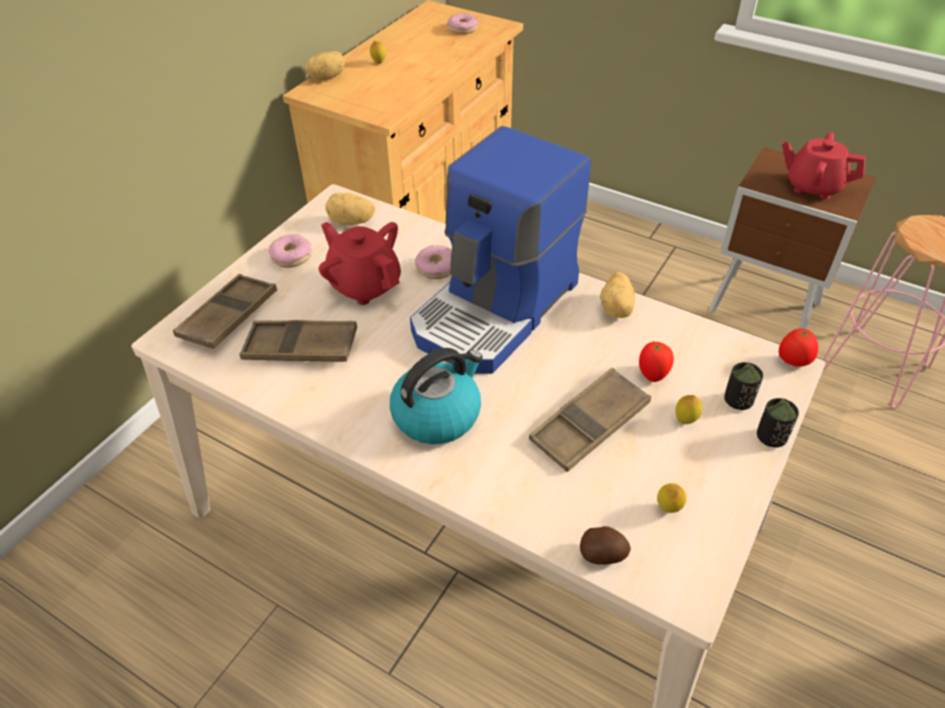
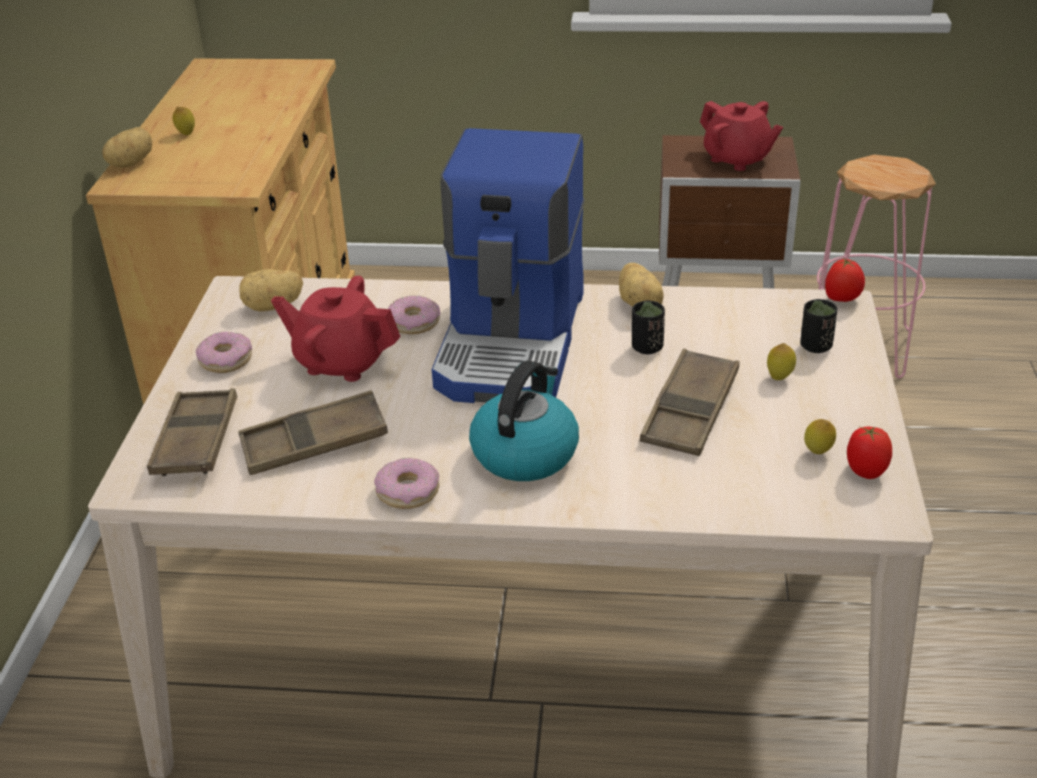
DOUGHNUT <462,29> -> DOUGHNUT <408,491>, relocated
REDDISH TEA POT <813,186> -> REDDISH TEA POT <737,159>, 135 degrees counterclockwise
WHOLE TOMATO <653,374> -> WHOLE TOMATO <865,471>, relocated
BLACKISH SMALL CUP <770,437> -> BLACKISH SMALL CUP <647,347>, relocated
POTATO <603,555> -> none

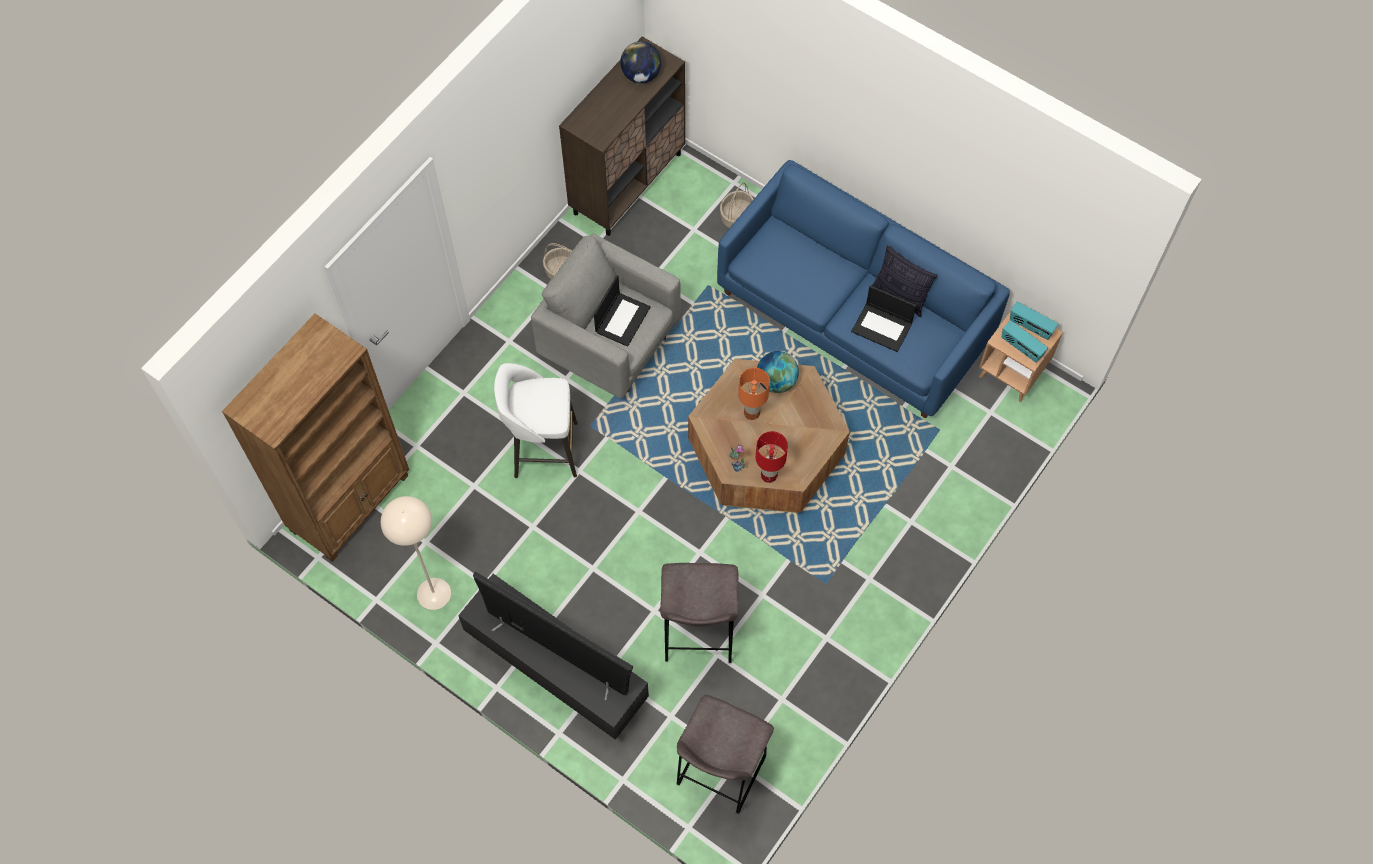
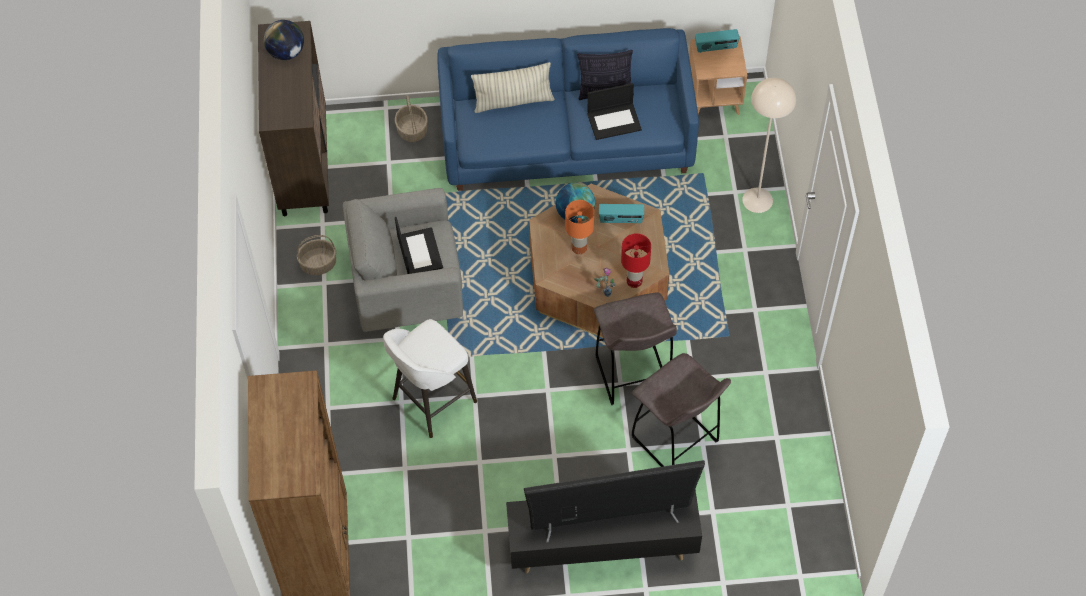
RADIO RECEIVER <1021,348> -> RADIO RECEIVER <621,220>, relocated
SAND-COLOURED STANDING LAMP <433,593> -> SAND-COLOURED STANDING LAMP <757,200>, relocated
GREYISH STOOL SEAT <719,773> -> GREYISH STOOL SEAT <633,376>, relocated
none -> PILLOW <513,101>

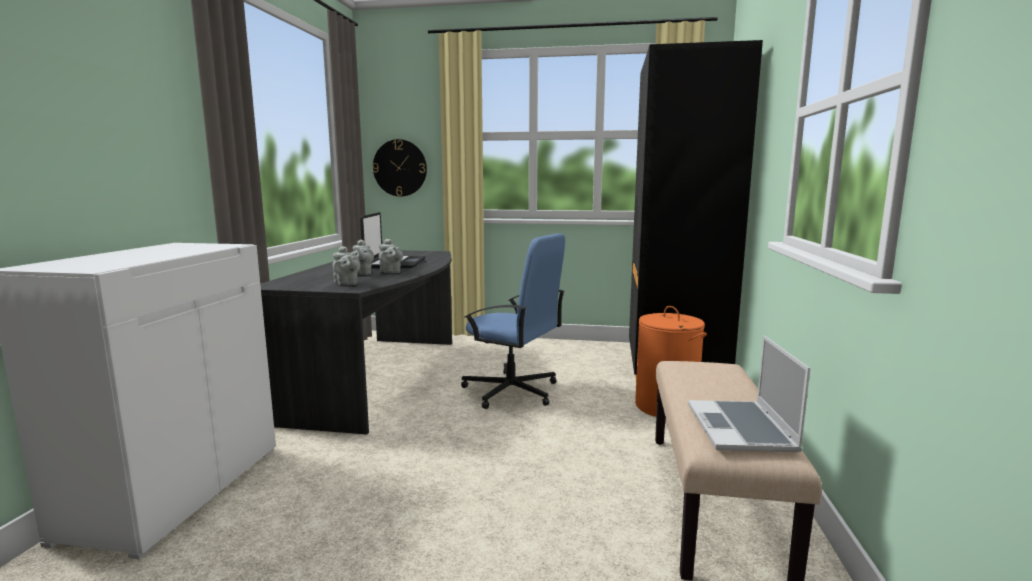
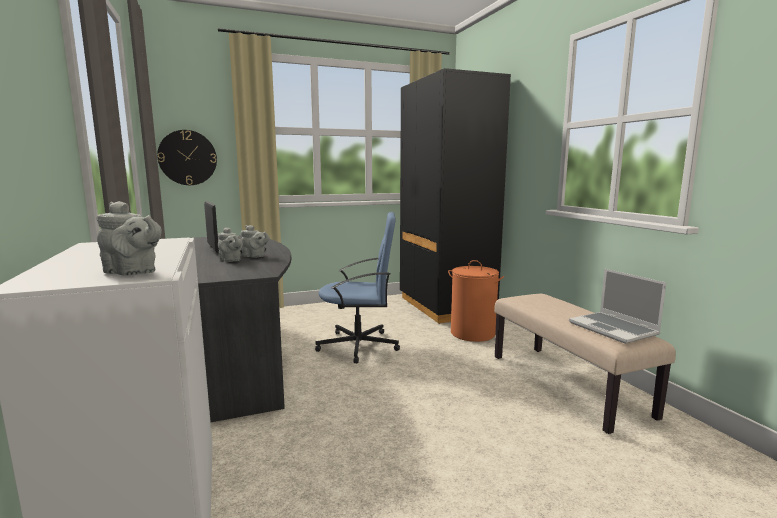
GREYISH TEA POT <346,284> -> GREYISH TEA POT <133,272>, relocated

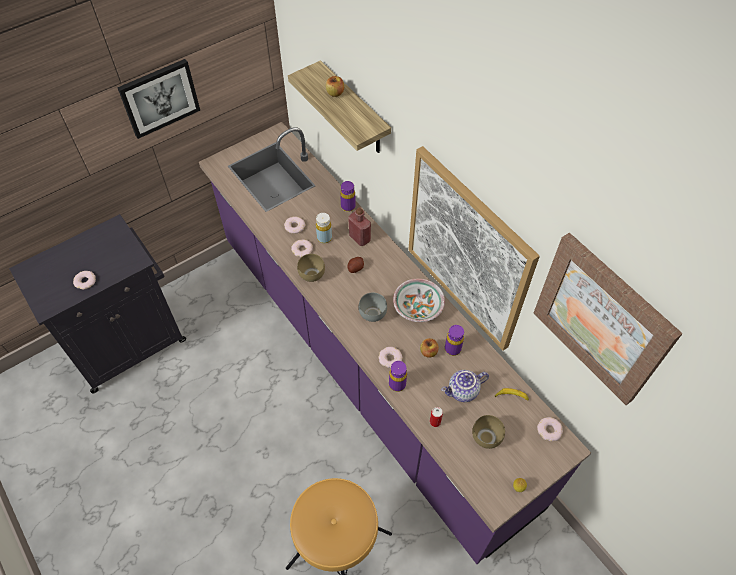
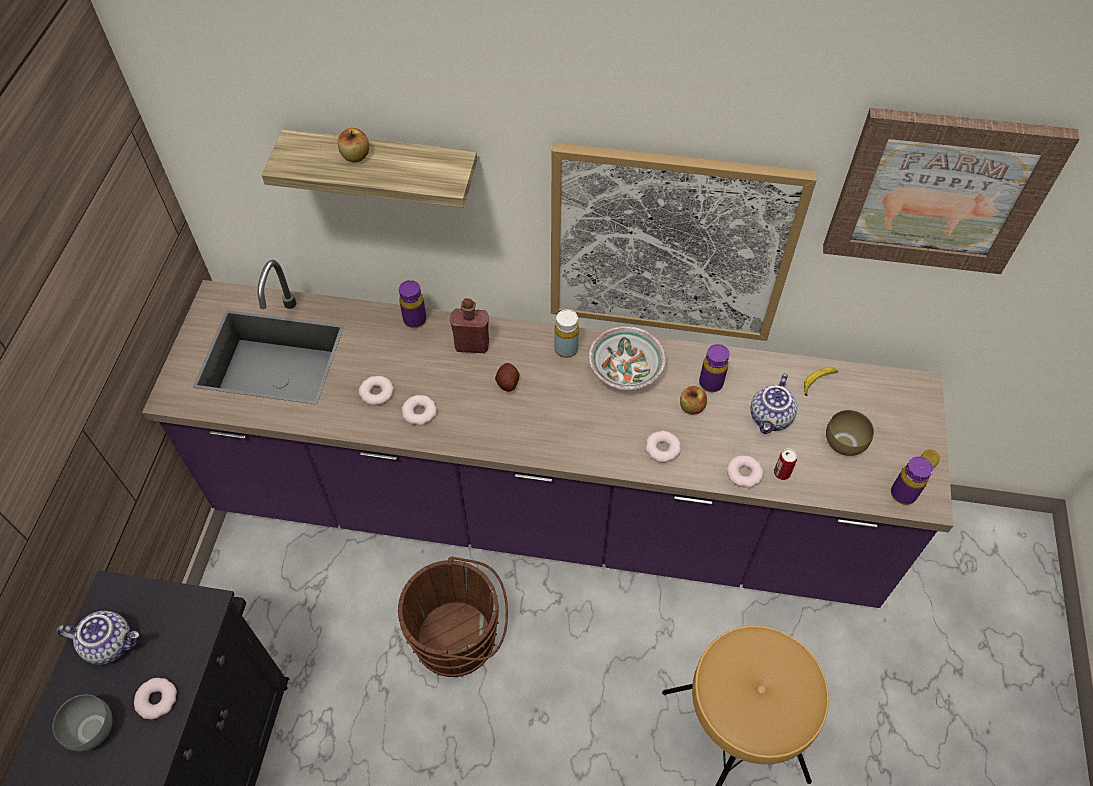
WALL ART <159,98> -> none
YELLOWISH DRINK BOTTLE <324,238> -> YELLOWISH DRINK BOTTLE <566,349>, relocated
BROWNISH SERVING BOWL <313,275> -> none
GREYISH SERVING BOWL <372,313> -> GREYISH SERVING BOWL <91,728>, relocated
PURPLE DRINK BOTTLE <397,384> -> PURPLE DRINK BOTTLE <903,494>, relocated
DOUGHNUT <549,430> -> DOUGHNUT <744,473>, relocated
none -> BROWNISH BUCKET <460,638>
none -> TEA POT <111,643>

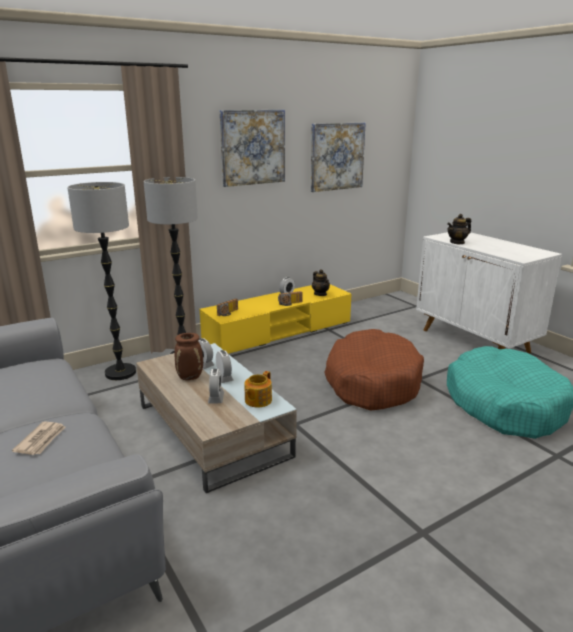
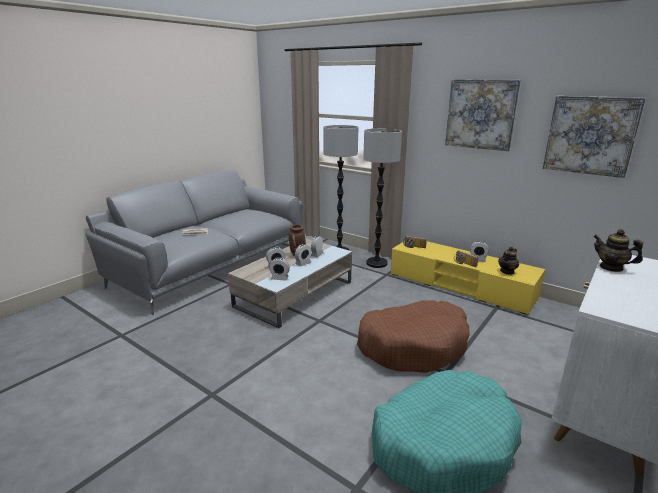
TEA POT <257,400> -> ALARM CLOCK <279,278>

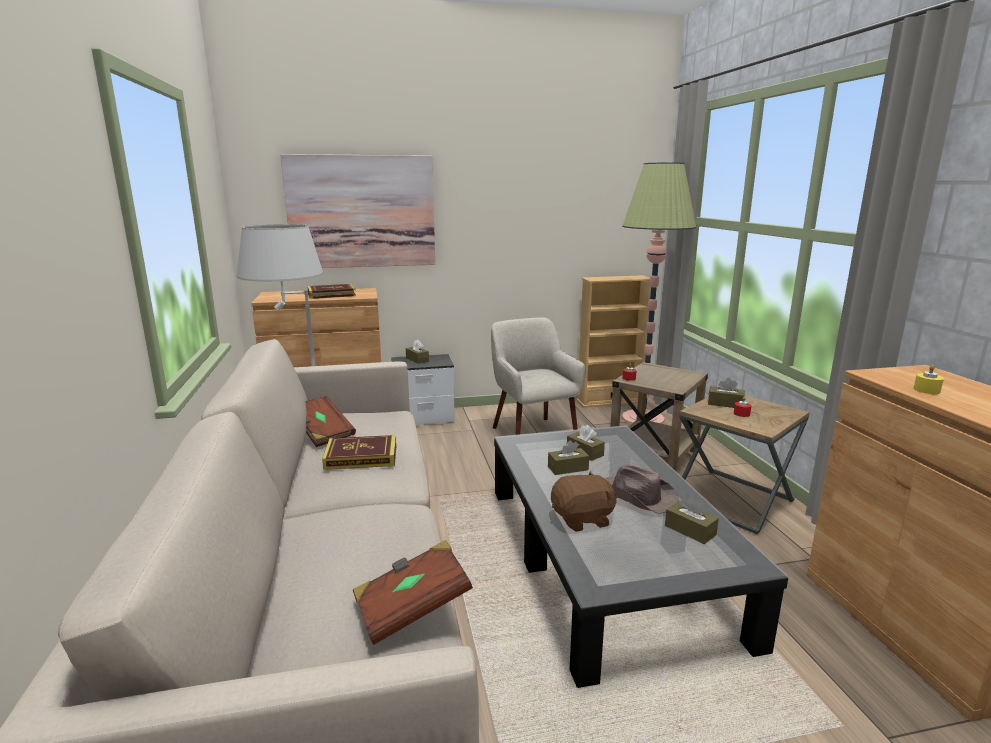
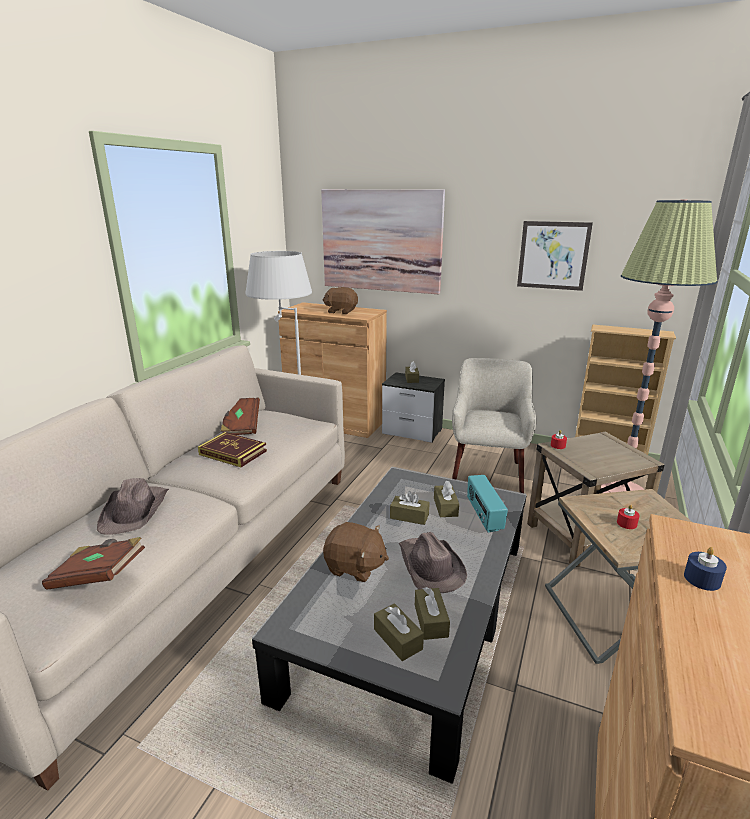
BOOK <331,294> -> BROWNISH PLUSH TOY <341,311>
YELLOWISH CANDLE <926,390> -> BLUISH CANDLE <702,579>
BROWNISH TISSUE HOLDER <725,404> -> BROWNISH TISSUE HOLDER <398,639>, relocated
none -> WALL ART <553,255>
none -> RADIO RECEIVER <483,516>
none -> BROWNISH CLOTHING HAT <136,510>

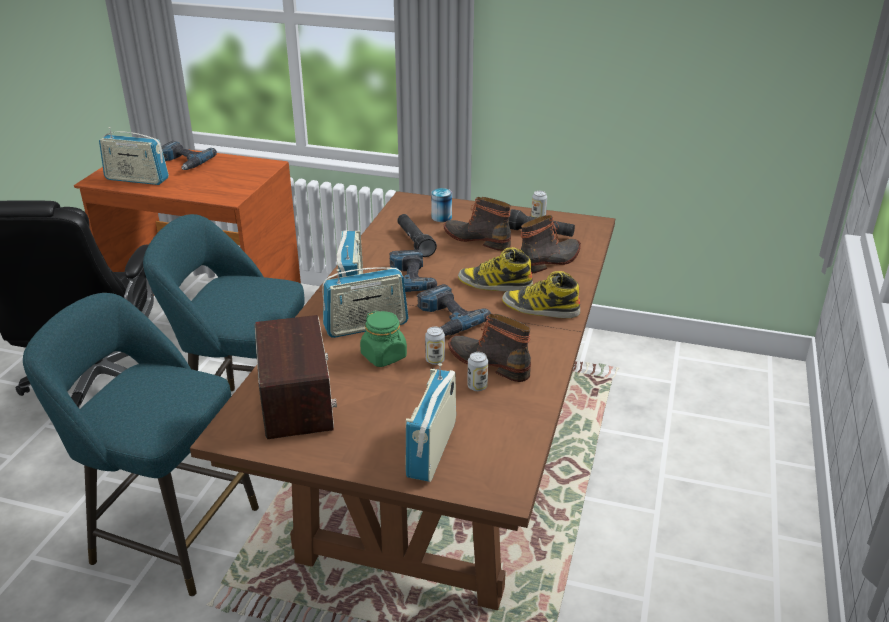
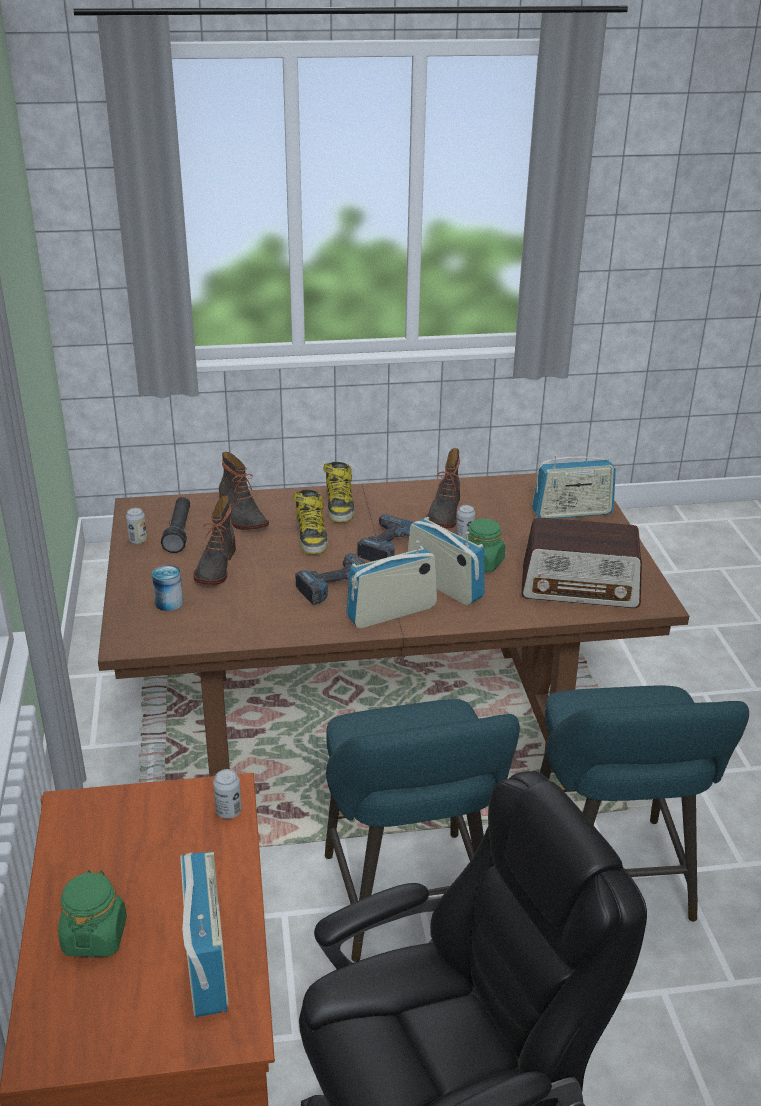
DRILL <183,162> -> GREEN JAR <95,936>
BLACKISH FLASHLIGHT <414,242> -> none
BOOT <550,261> -> BOOT <241,516>, 150 degrees counterclockwise
RADIO RECEIVER <296,398> -> RADIO RECEIVER <580,587>, 135 degrees counterclockwise
CAN <477,386> -> CAN <229,811>, relocated

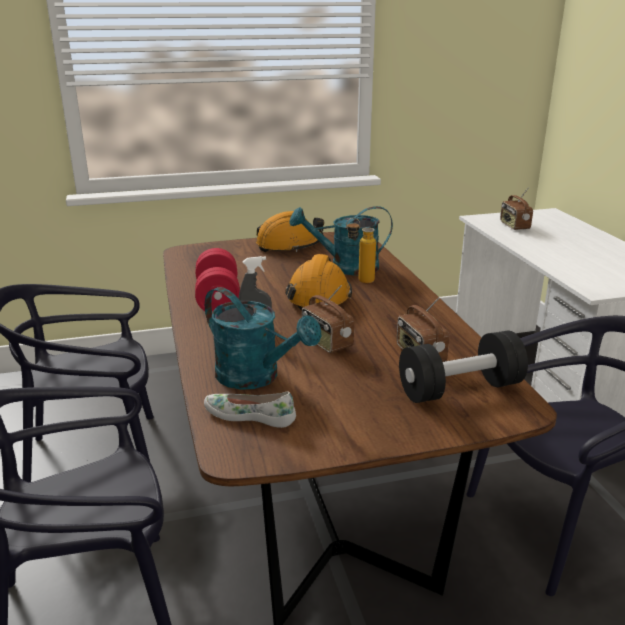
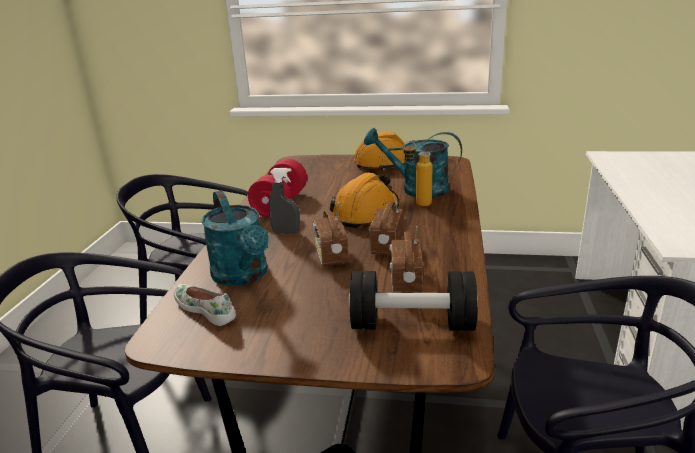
RADIO RECEIVER <514,226> -> RADIO RECEIVER <386,246>, relocated

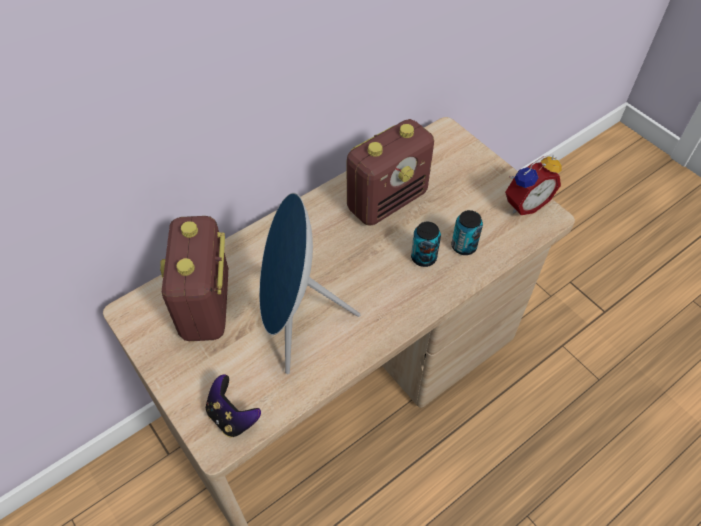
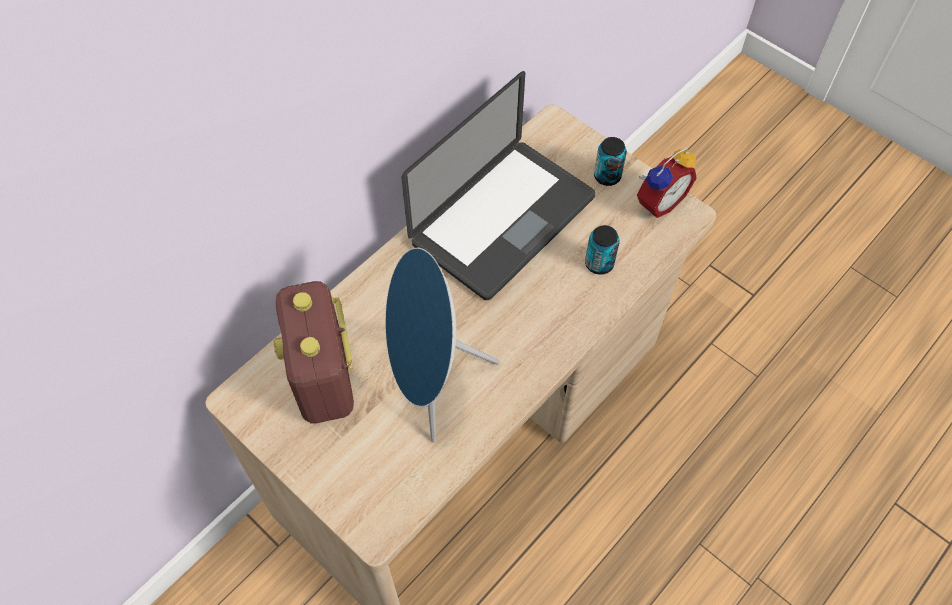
RADIO RECEIVER <387,200> -> PORTABLE COMPUTER <503,220>
CAN <423,257> -> CAN <607,176>, relocated
GAME CONTROLLER <232,416> -> none

